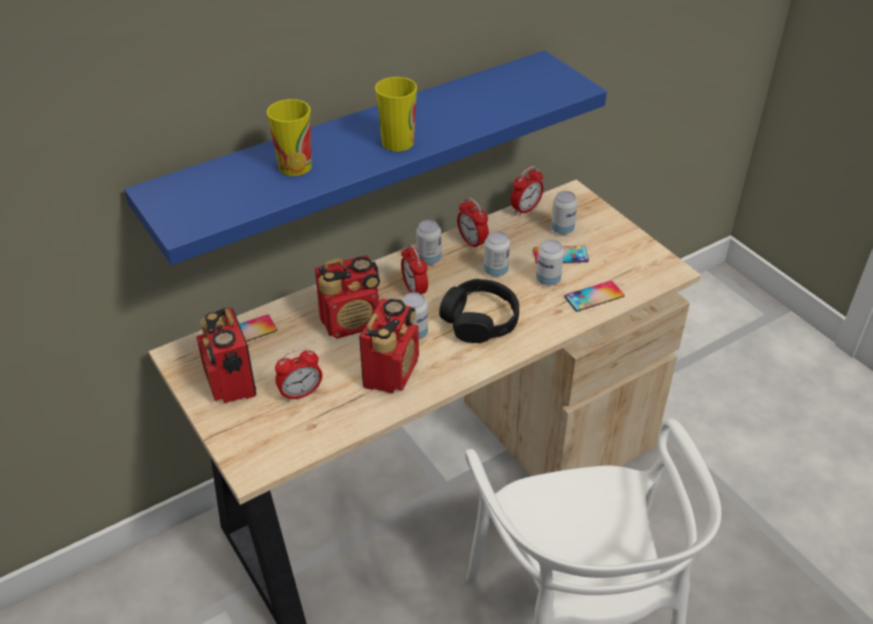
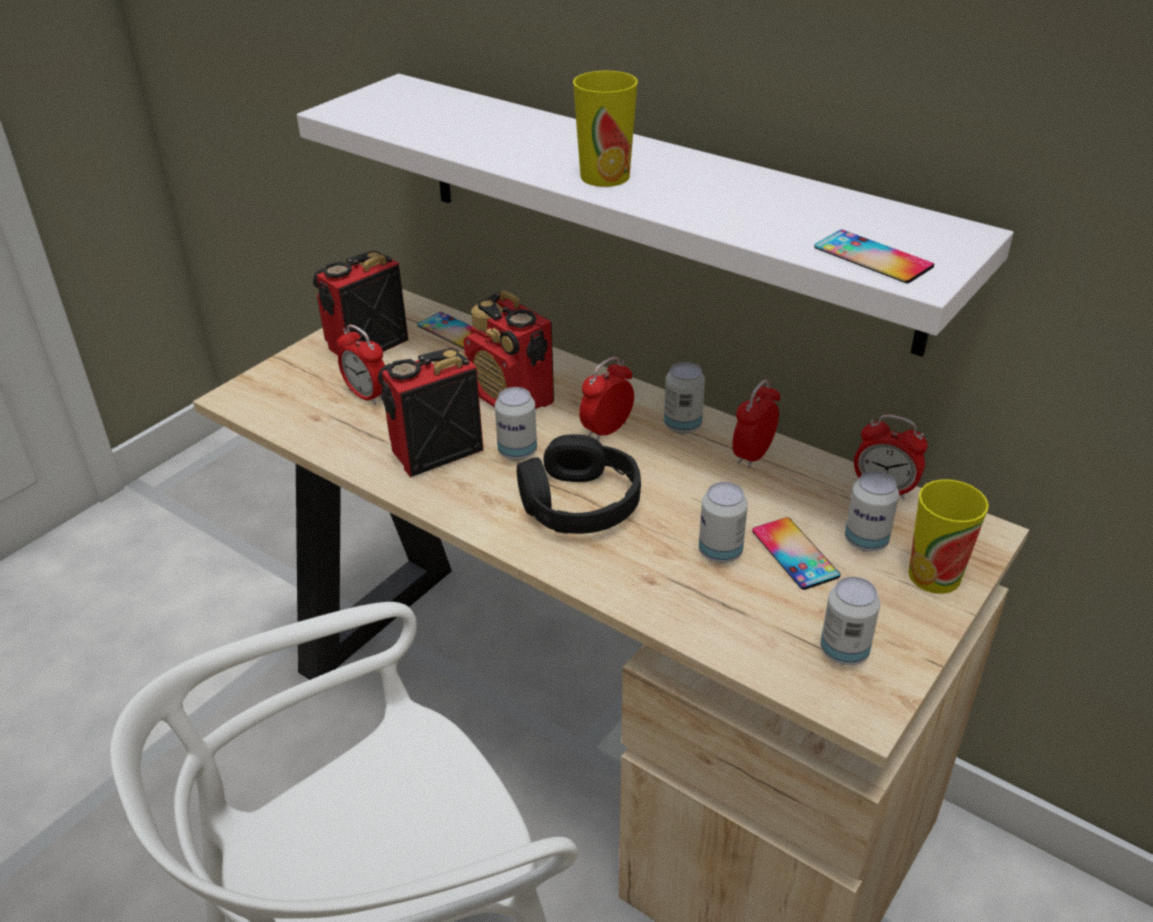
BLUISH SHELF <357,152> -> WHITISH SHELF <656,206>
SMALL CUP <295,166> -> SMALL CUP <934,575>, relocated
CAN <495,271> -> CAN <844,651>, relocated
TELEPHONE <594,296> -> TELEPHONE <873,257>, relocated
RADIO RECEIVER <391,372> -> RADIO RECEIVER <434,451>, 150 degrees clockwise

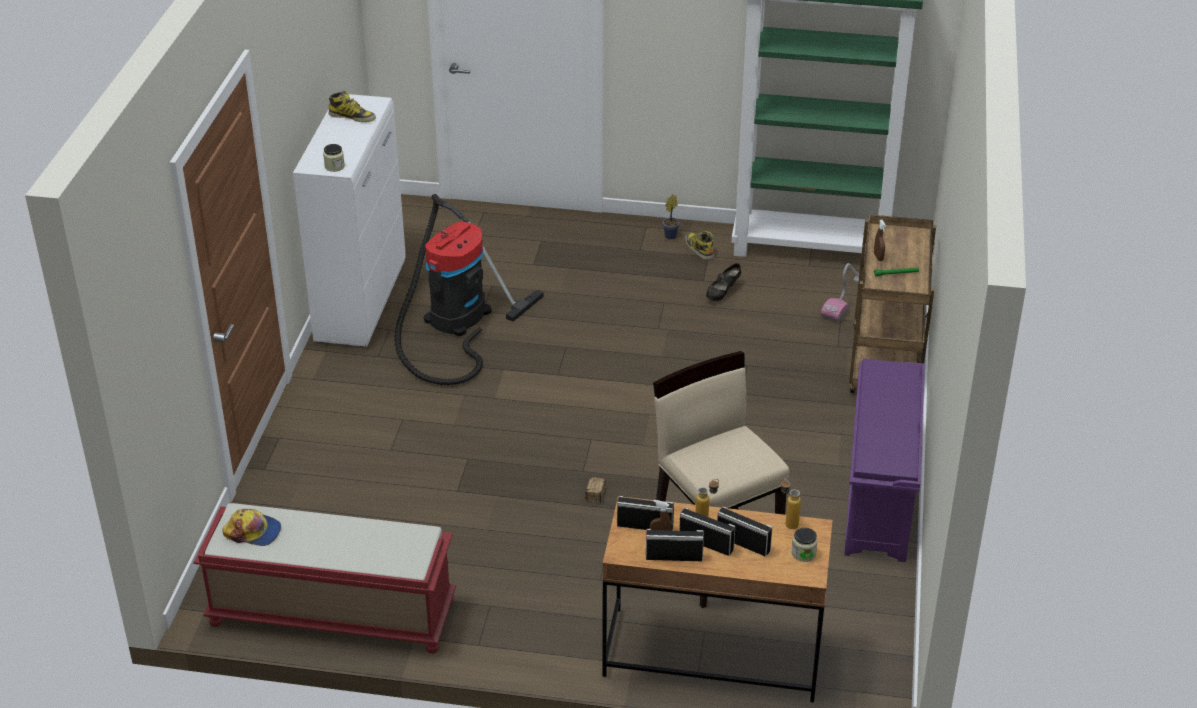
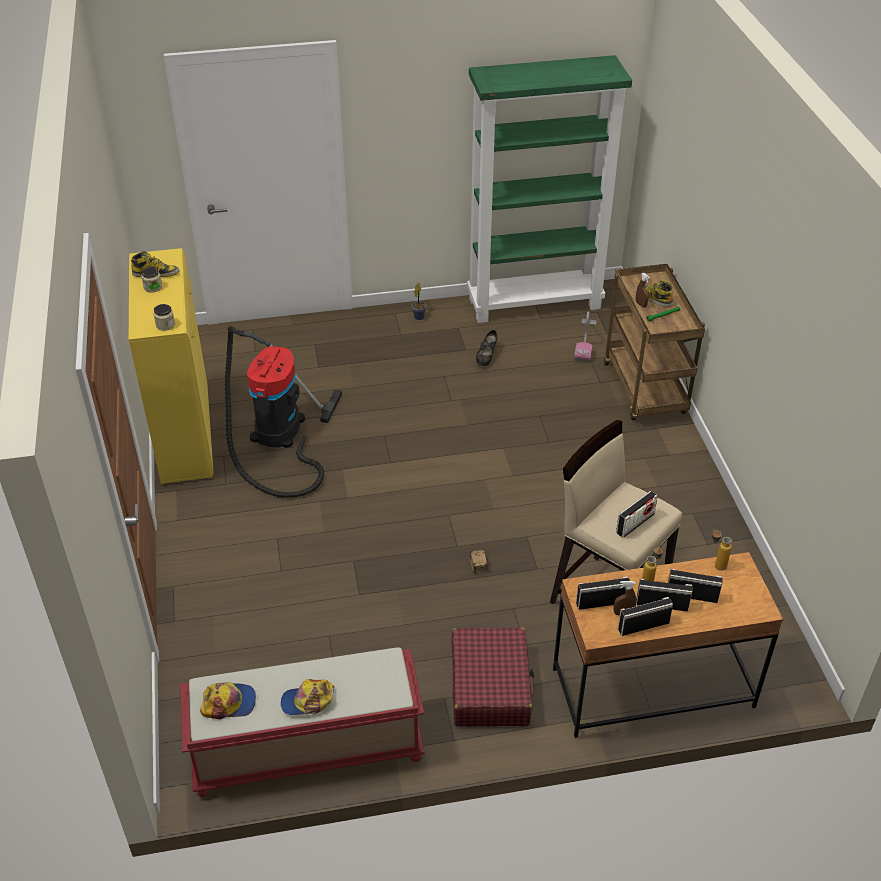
WHITISH CUPBOARD <361,302> -> YELLOWISH CUPBOARD <185,436>
BOOT <698,248> -> BOOT <653,298>, relocated
PURPLE SHOE RACK <879,500> -> none
JAR <803,553> -> JAR <153,287>, relocated
none -> RADIO RECEIVER <635,523>
none -> REDDISH SUITCASE <490,686>
none -> BASEBALL CAP <307,701>

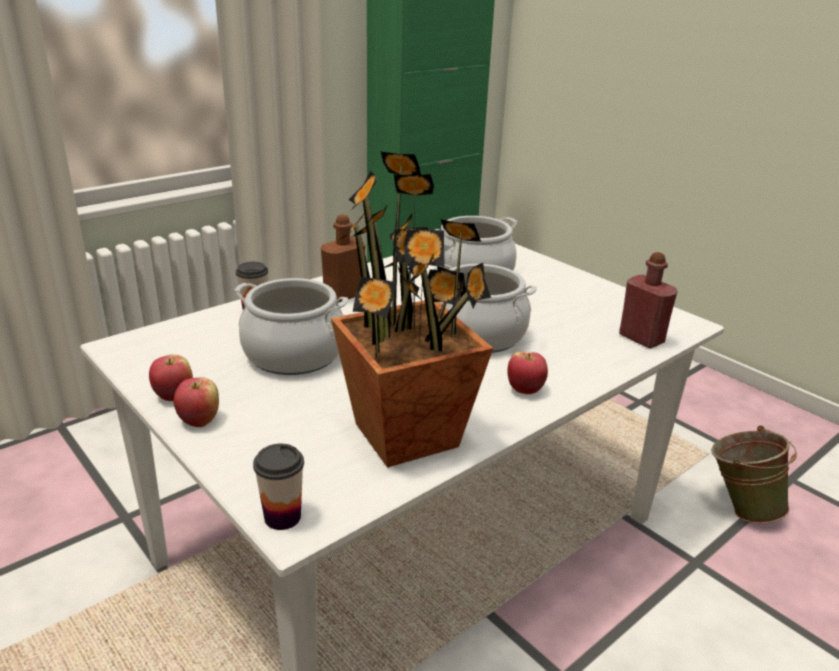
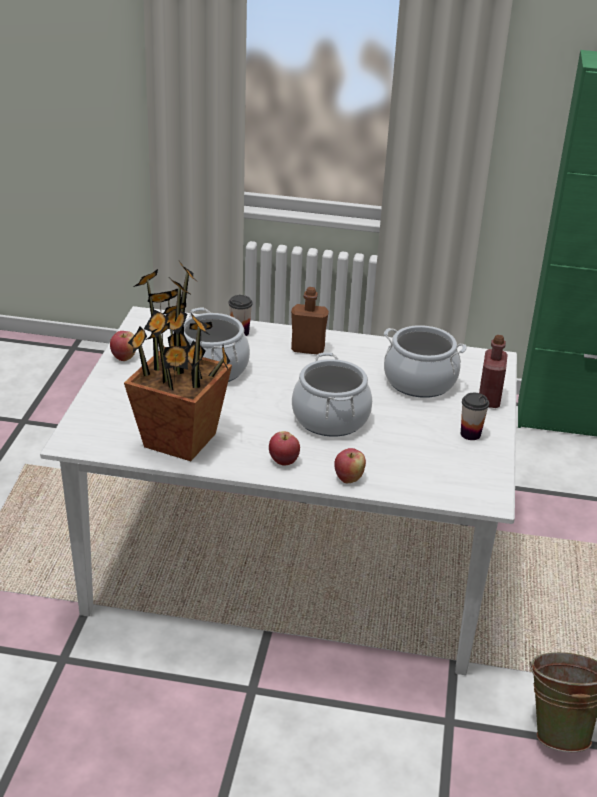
REDDISH DRINK BOTTLE <641,338> -> REDDISH DRINK BOTTLE <489,399>, relocated
APPLE FRUIT <199,420> -> APPLE FRUIT <348,478>, relocated
SMALL CUP <282,517> -> SMALL CUP <470,434>, relocated

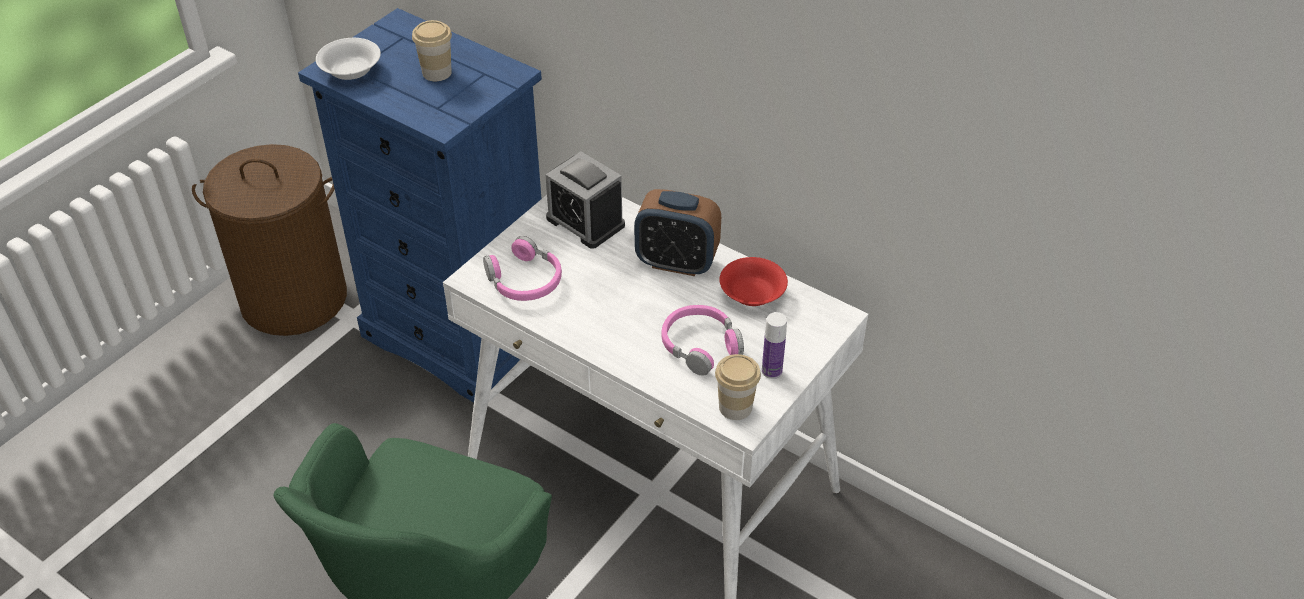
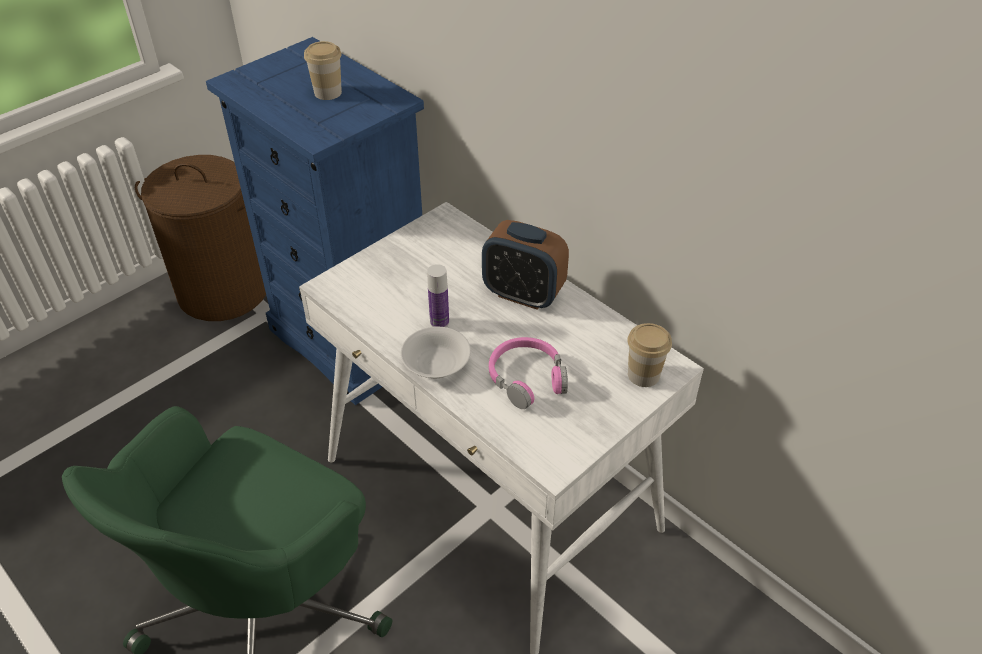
WHITISH SERVING BOWL <351,71> -> WHITISH SERVING BOWL <437,365>, relocated
ALARM CLOCK <585,222> -> none
PINK-COLOURED HEADSET <524,280> -> none
REDDISH SERVING BOWL <752,294> -> none
DRINK BOTTLE <771,371> -> DRINK BOTTLE <439,322>, relocated
SMALL CUP <735,407> -> SMALL CUP <643,375>, relocated

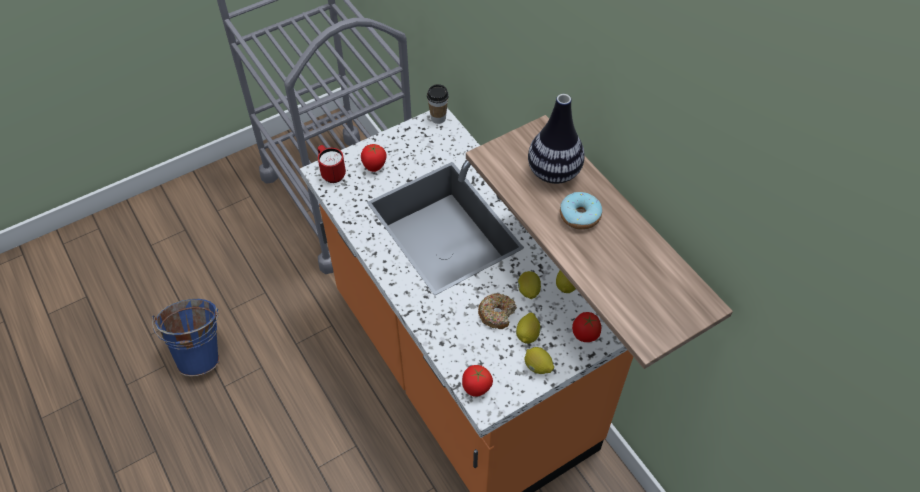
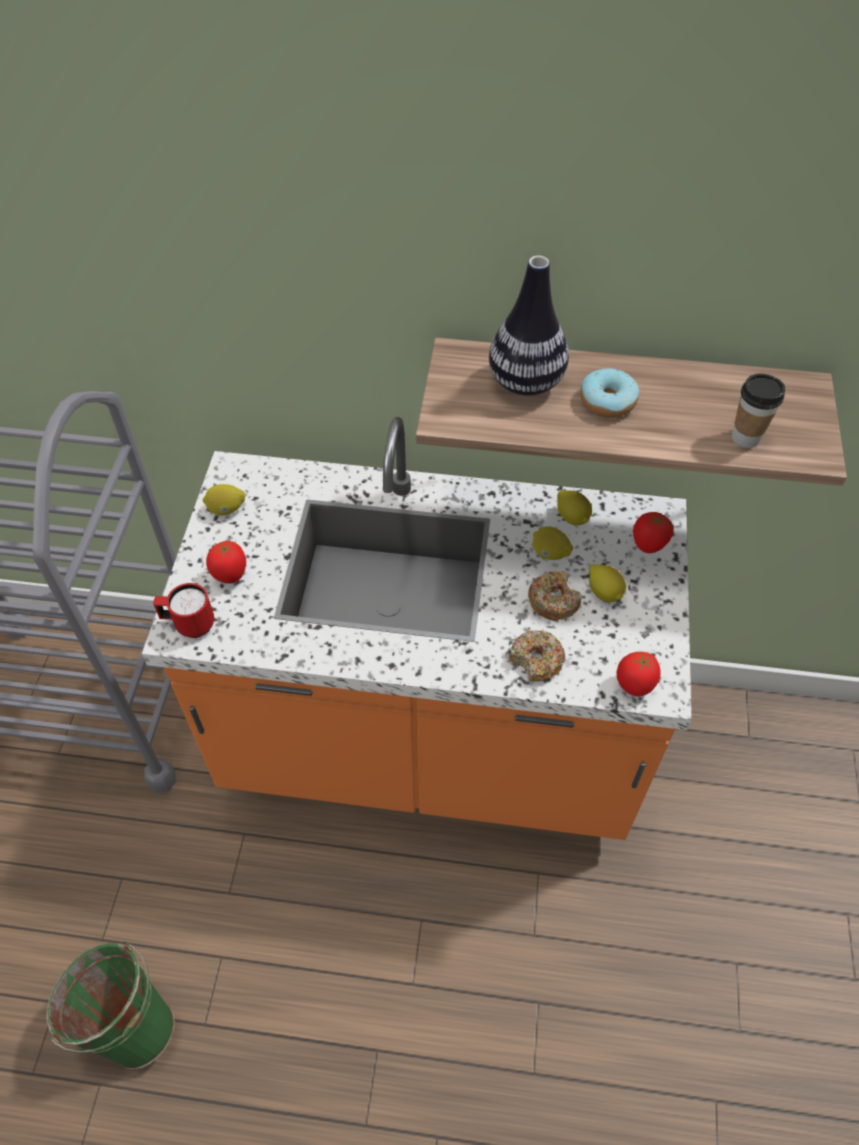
SMALL CUP <438,118> -> SMALL CUP <745,437>, relocated
BLUISH BUCKET <201,352> -> GREEN BUCKET <128,1020>
WHOLE LEMON <537,367> -> WHOLE LEMON <226,509>, relocated
none -> DOUGHNUT <536,660>

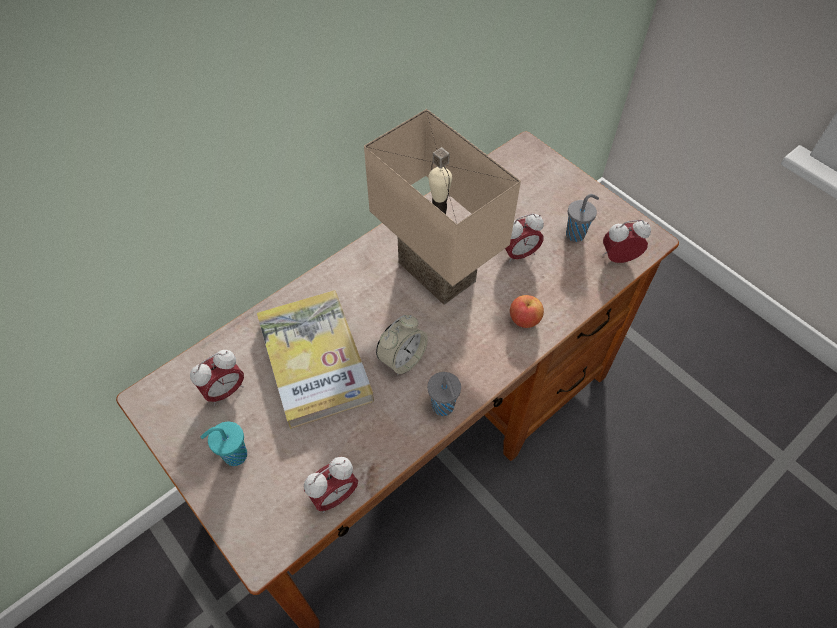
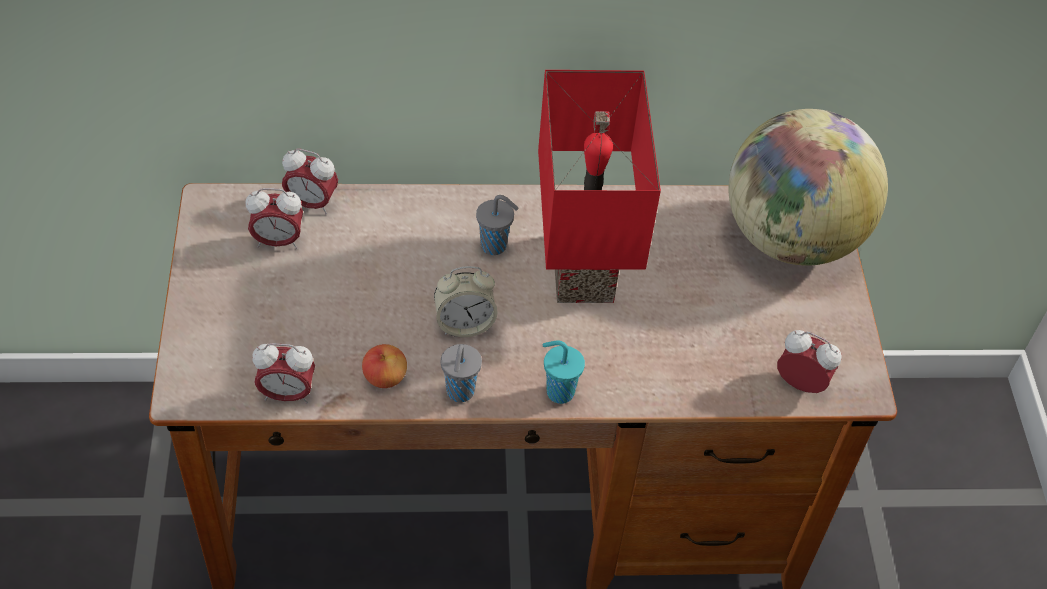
SAND-COLOURED LAMP FOR A TABLE <433,273> -> REDDISH LAMP FOR A TABLE <577,266>
GREYISH SMALL CUP <576,234> -> GREYISH SMALL CUP <495,246>, relocated
ALARM CLOCK <518,254> -> ALARM CLOCK <311,203>, relocated
BOOK <315,360> -> none
APPLE FRUIT <524,319> -> APPLE FRUIT <385,377>, relocated
BLUE-GREEN SMALL CUP <234,455> -> BLUE-GREEN SMALL CUP <558,392>, relocated
none -> DESK GLOBE <790,237>

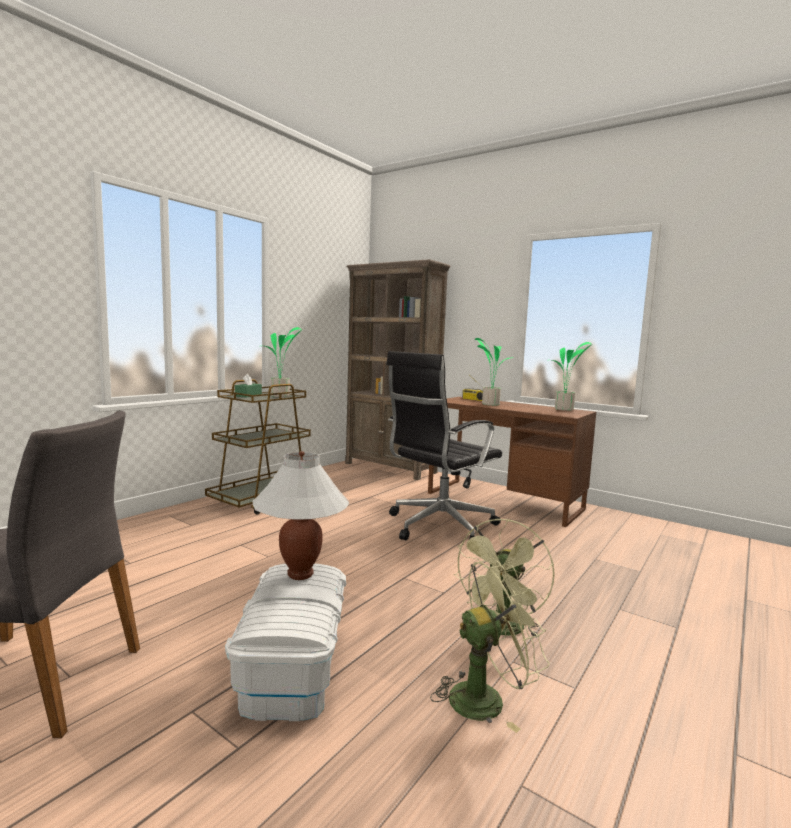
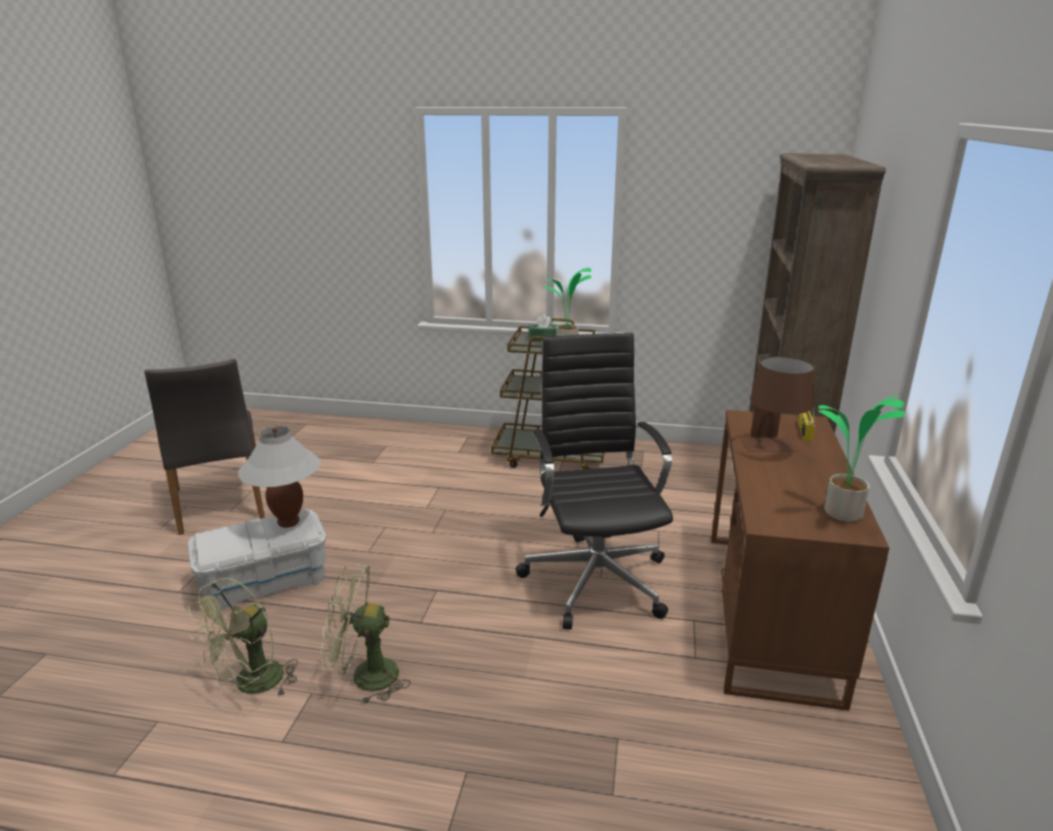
HOUSEPLANT <489,404> -> BROWNISH LAMP FOR A TABLE <772,449>
BLACKISH DESK CHAIR <438,526> -> BLACKISH DESK CHAIR <595,577>, 60 degrees clockwise
GREEN ELECTRIC FAN <486,697> -> GREEN ELECTRIC FAN <252,685>, 75 degrees clockwise

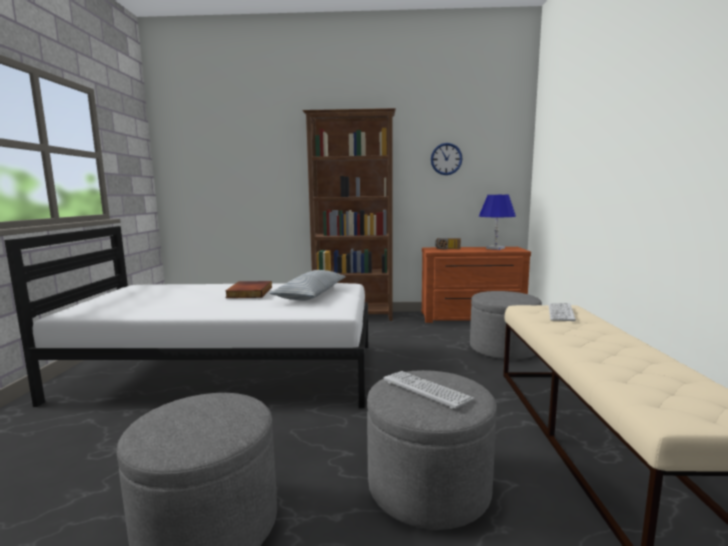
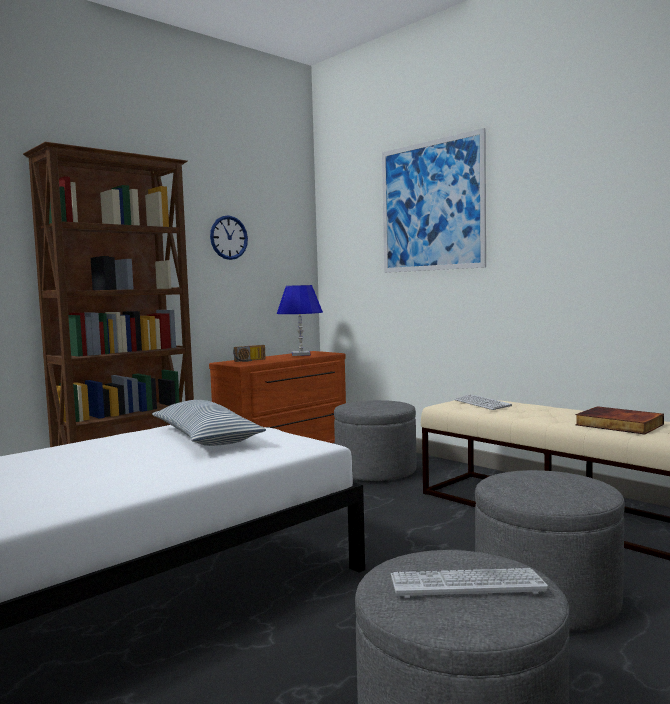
BOOK <248,292> -> BOOK <618,425>, relocated
COMPUTER KEYBOARD <426,390> -> COMPUTER KEYBOARD <466,584>, relocated
none -> WALL ART <431,206>

